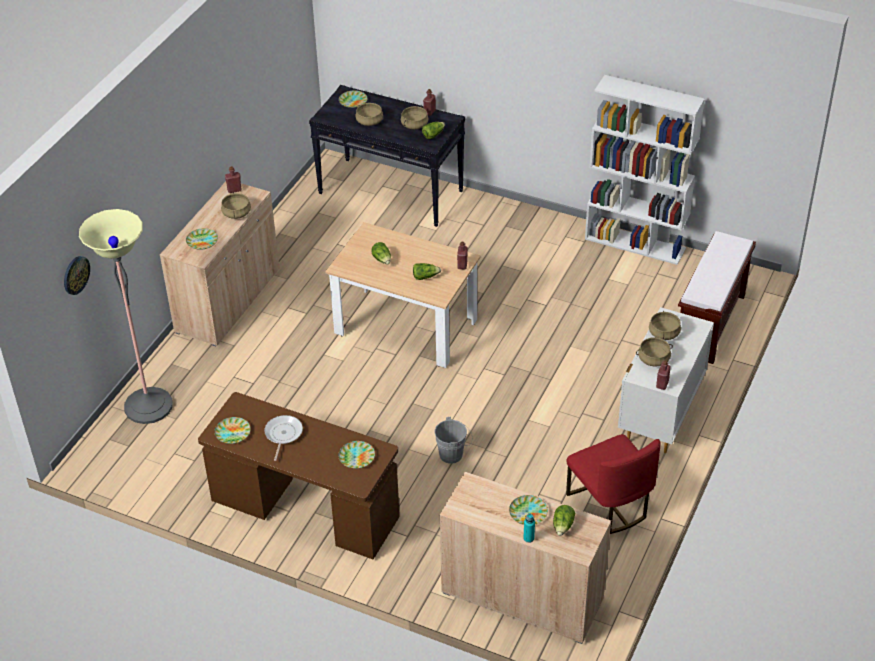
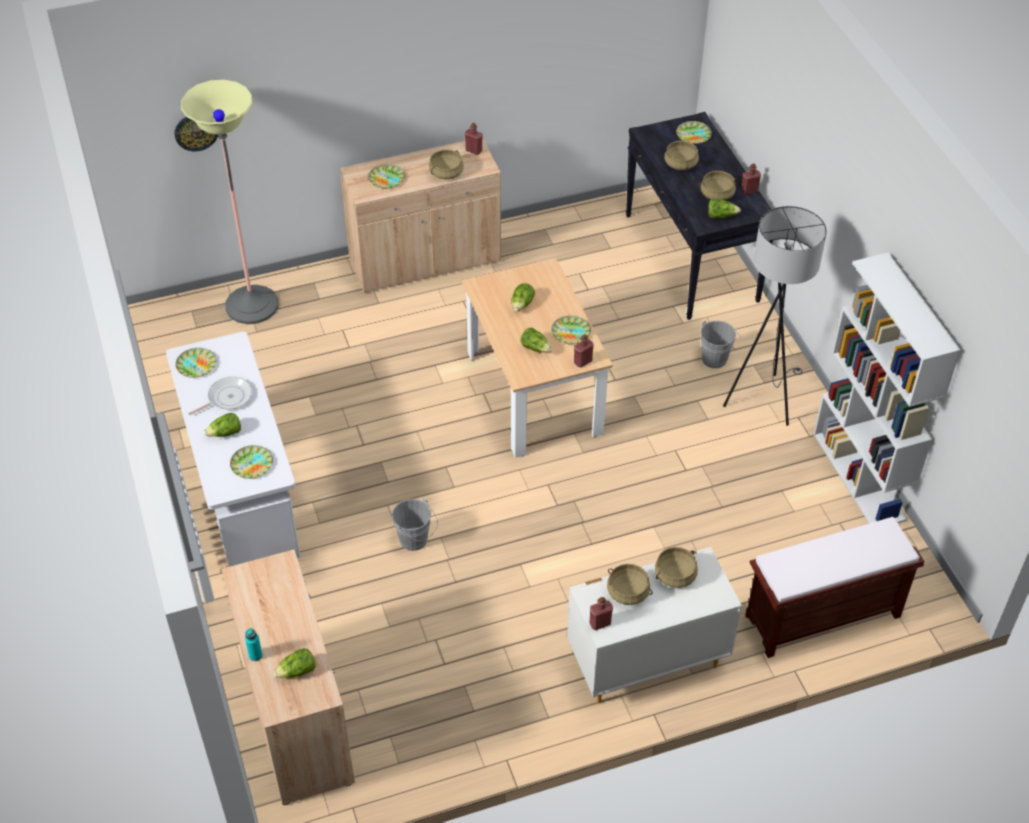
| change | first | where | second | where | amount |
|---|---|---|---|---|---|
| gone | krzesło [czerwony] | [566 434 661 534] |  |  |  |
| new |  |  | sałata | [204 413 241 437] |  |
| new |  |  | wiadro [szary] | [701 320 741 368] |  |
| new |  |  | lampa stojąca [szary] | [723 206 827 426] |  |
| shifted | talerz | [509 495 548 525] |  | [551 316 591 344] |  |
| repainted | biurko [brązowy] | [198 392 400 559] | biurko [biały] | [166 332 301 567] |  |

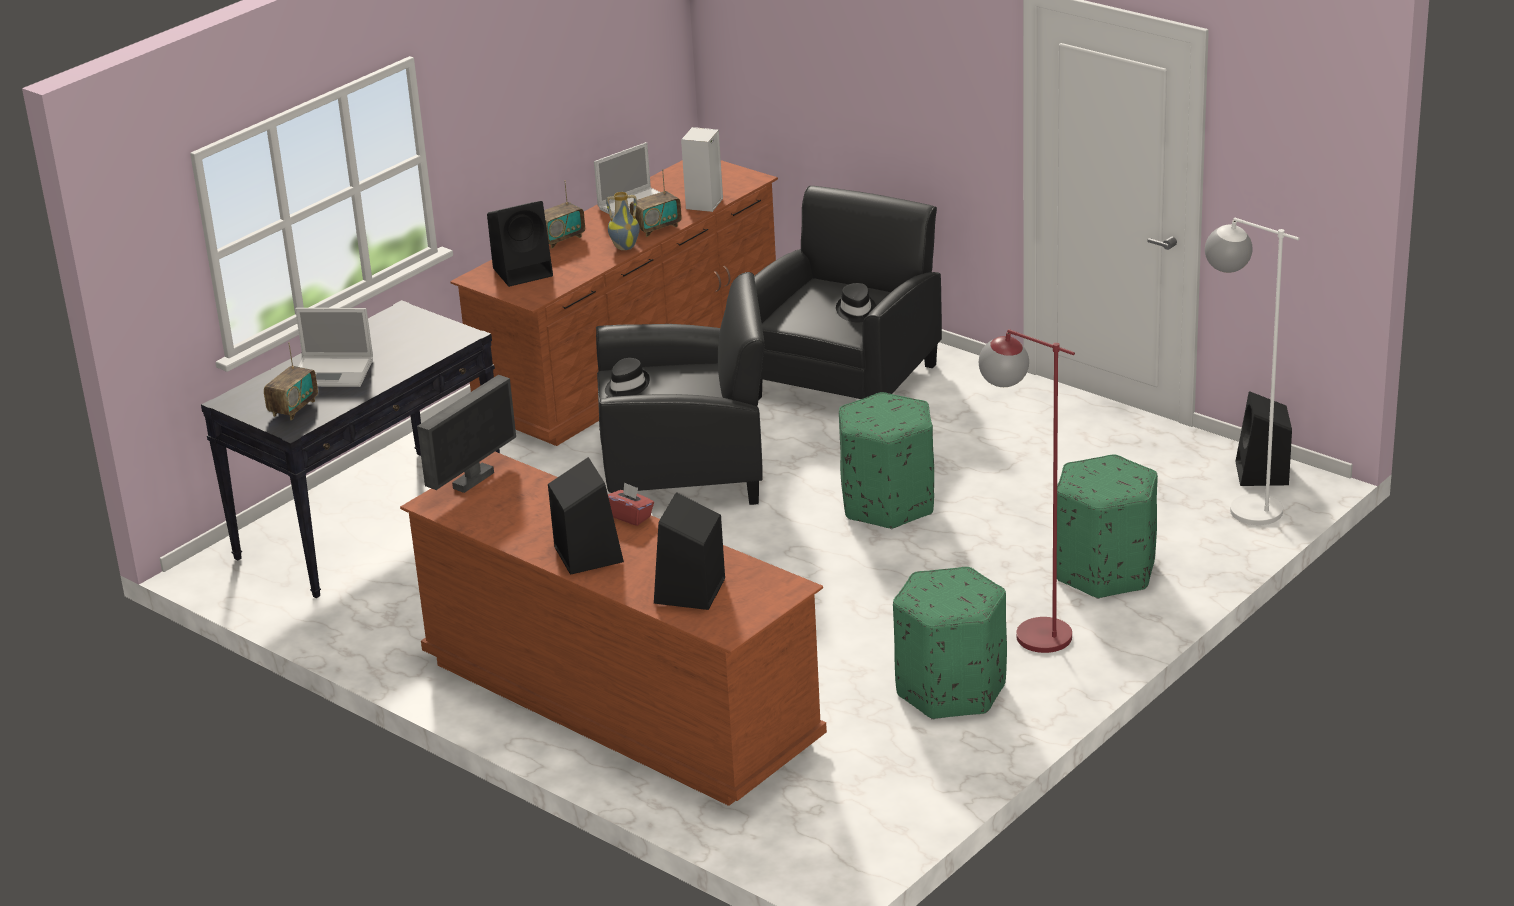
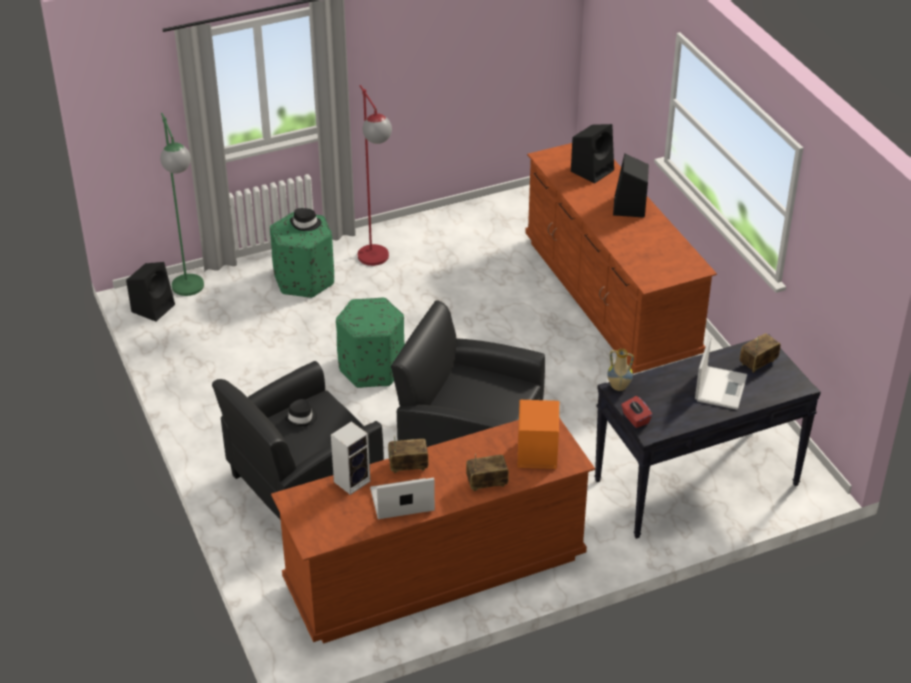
| change | first | where | second | where | amount |
|---|---|---|---|---|---|
| gone | monitor | [417 375 516 493] |  |  |  |
| gone | pufa [zielony] | [893 567 1007 720] |  |  |  |
| shifted | kapelusz [czarny] | [605 358 650 397] |  | [290 208 321 231] |  |
| shifted | wazon | [606 192 640 250] |  | [607 349 634 391] |  |
| shifted | pudełko chusteczek [czerwony] | [608 482 654 526] |  | [621 396 652 428] |  |
| repainted | głośnik [czarny] | [487 201 553 287] | głośnik [pomarańczowy] | [518 400 559 469] |  |
| repainted | lampa stojąca [biały] | [1205 218 1299 525] | lampa stojąca [zielony] | [160 113 204 296] |  |
| rotated | laptop | [295 308 373 387] |  | [695 335 747 410] | 75 degrees clockwise |

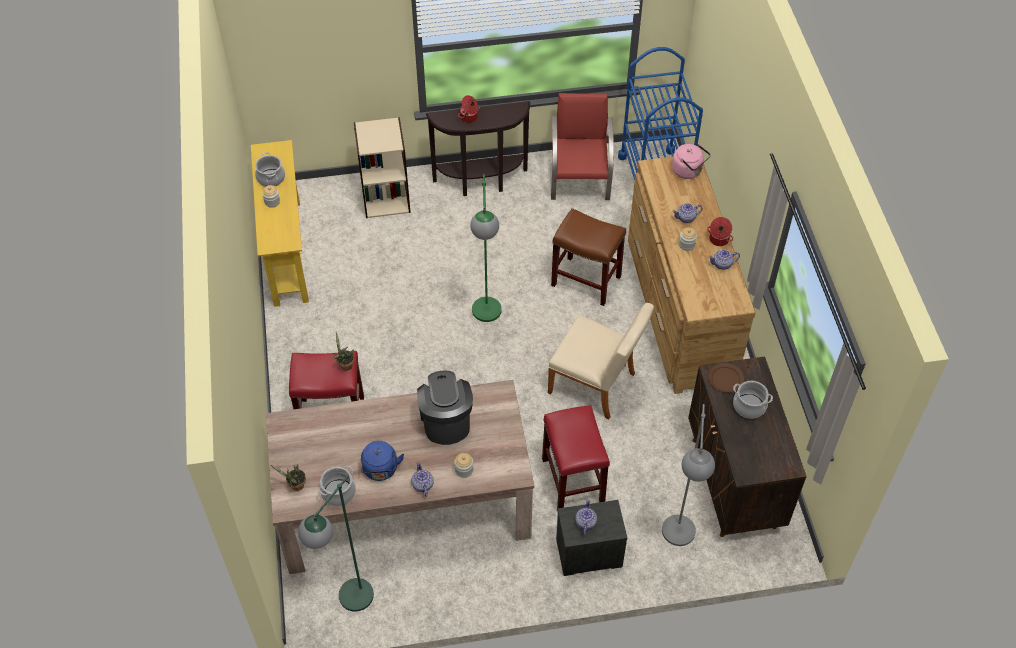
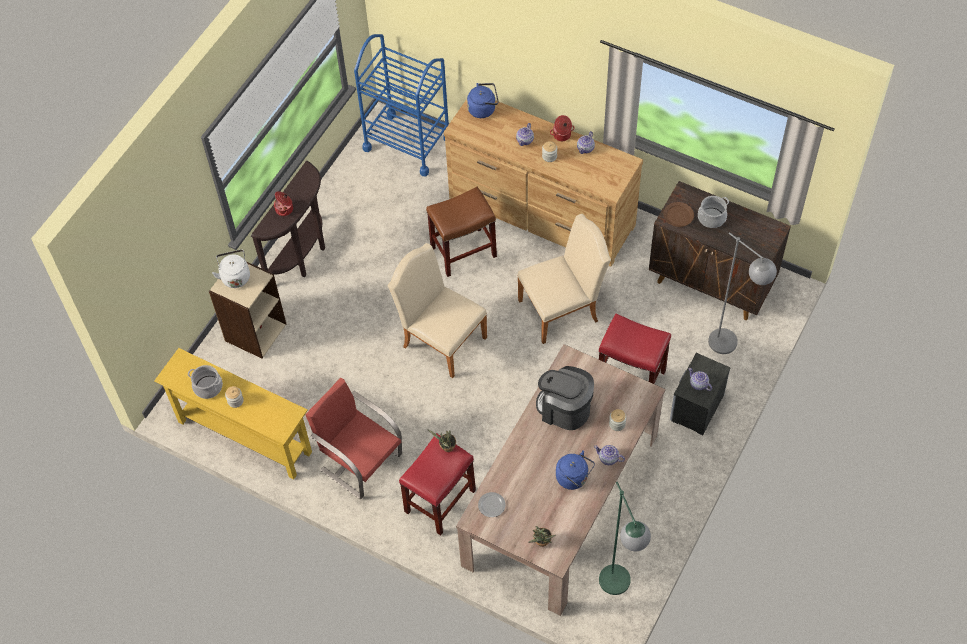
| change | first | where | second | where | amount |
|---|---|---|---|---|---|
| gone | garnek | [318 466 356 506] |  |  |  |
| new |  |  | czajnik [biały] | [212 249 250 288] |  |
| new |  |  | talerz | [478 492 505 517] |  |
| shifted | krzesło [czerwony] | [550 93 614 200] |  | [305 378 402 499] |  |
| swapped | lampa stojąca [zielony] | [470 174 502 322] | krzesło [beżowy] | [388 243 487 378] |  |
| repainted | czajnik [różowy] | [672 144 711 179] | czajnik [niebieski] | [467 83 499 118] |  |

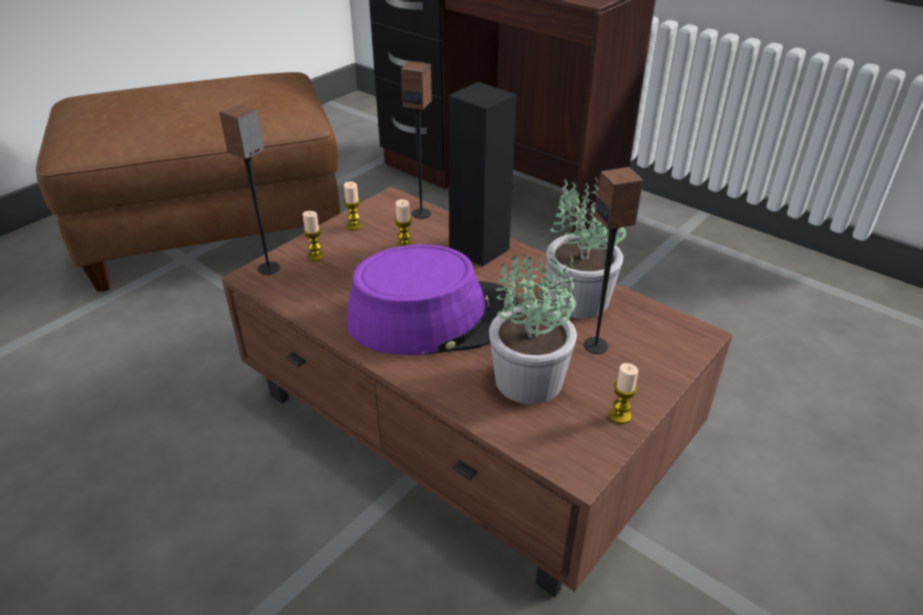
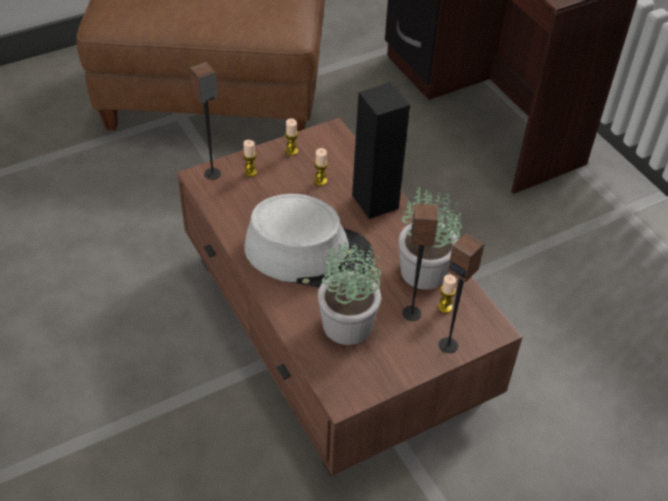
| change | first | where | second | where | amount |
|---|---|---|---|---|---|
| shifted | głośnik | [401 61 432 219] |  | [439 233 484 353] |  |
| shifted | świeca | [609 363 638 424] |  | [438 274 456 313] |  |
| repainted | kapelusz [fioletowy] | [346 244 518 355] | kapelusz [szary] | [244 194 374 287] |  |

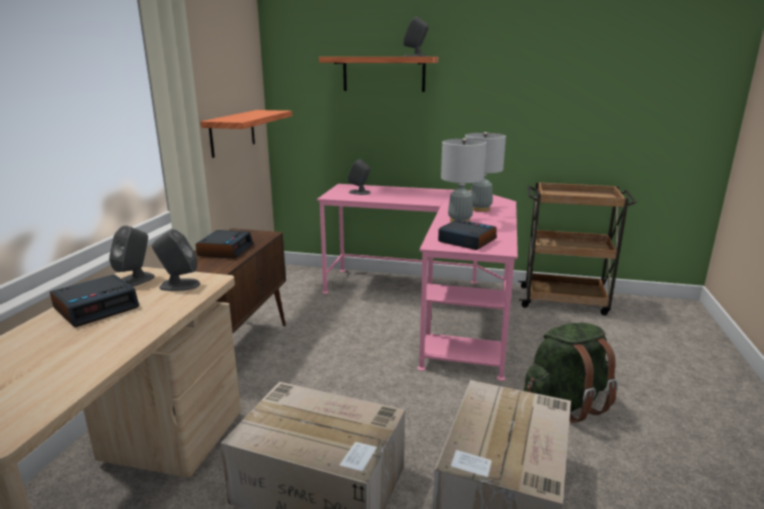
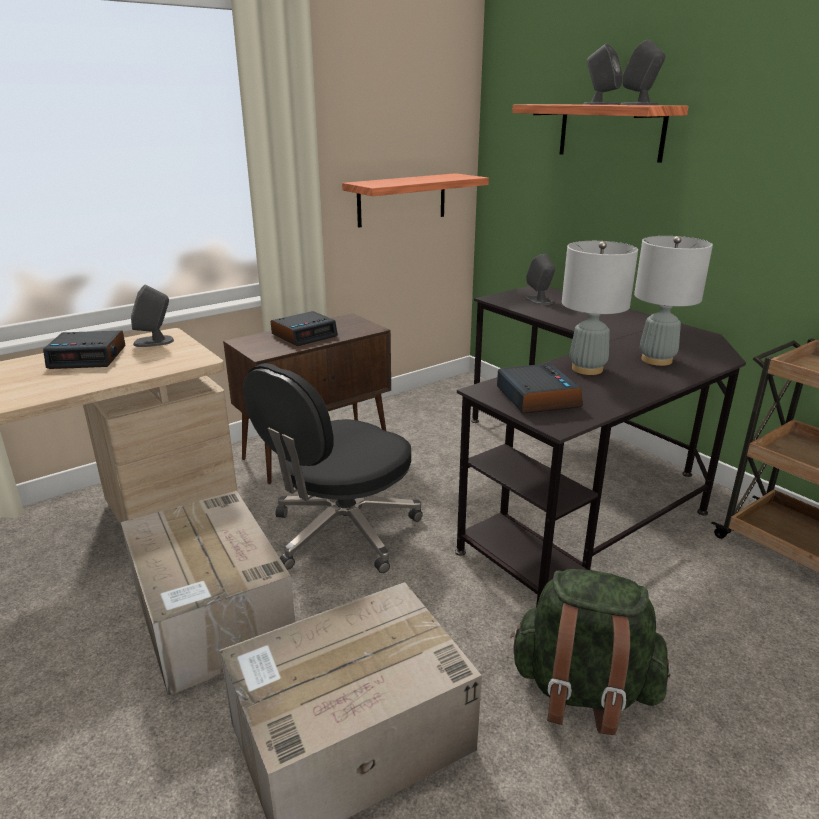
| change | first | where | second | where | amount |
|---|---|---|---|---|---|
| new |  |  | krzesło biurowe [czarny] | [243 363 423 573] |  |
| shifted | głośnik [szary] | [152 229 200 291] |  | [583 44 623 105] |  |
| repainted | biurko [różowy] | [317 184 518 381] | biurko [czarny] | [455 286 746 607] |  |

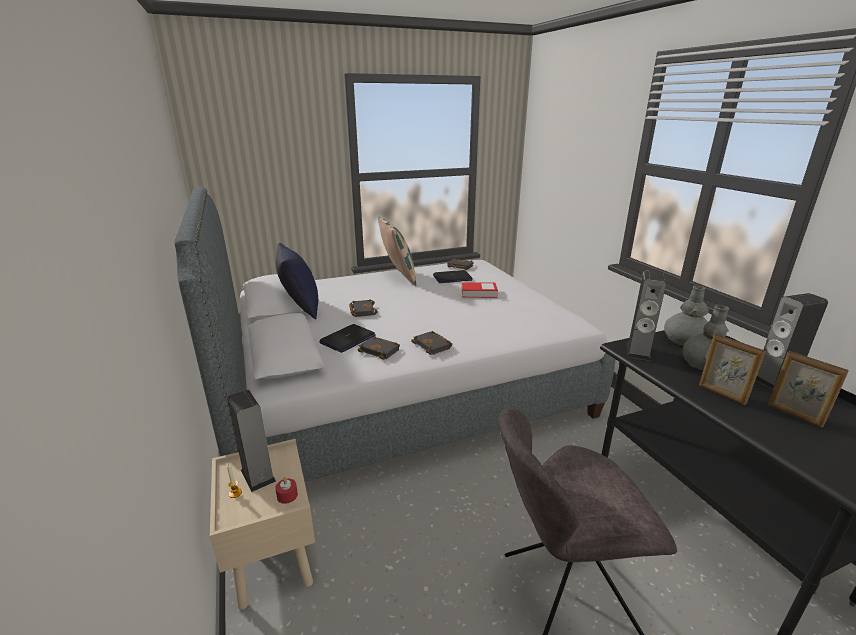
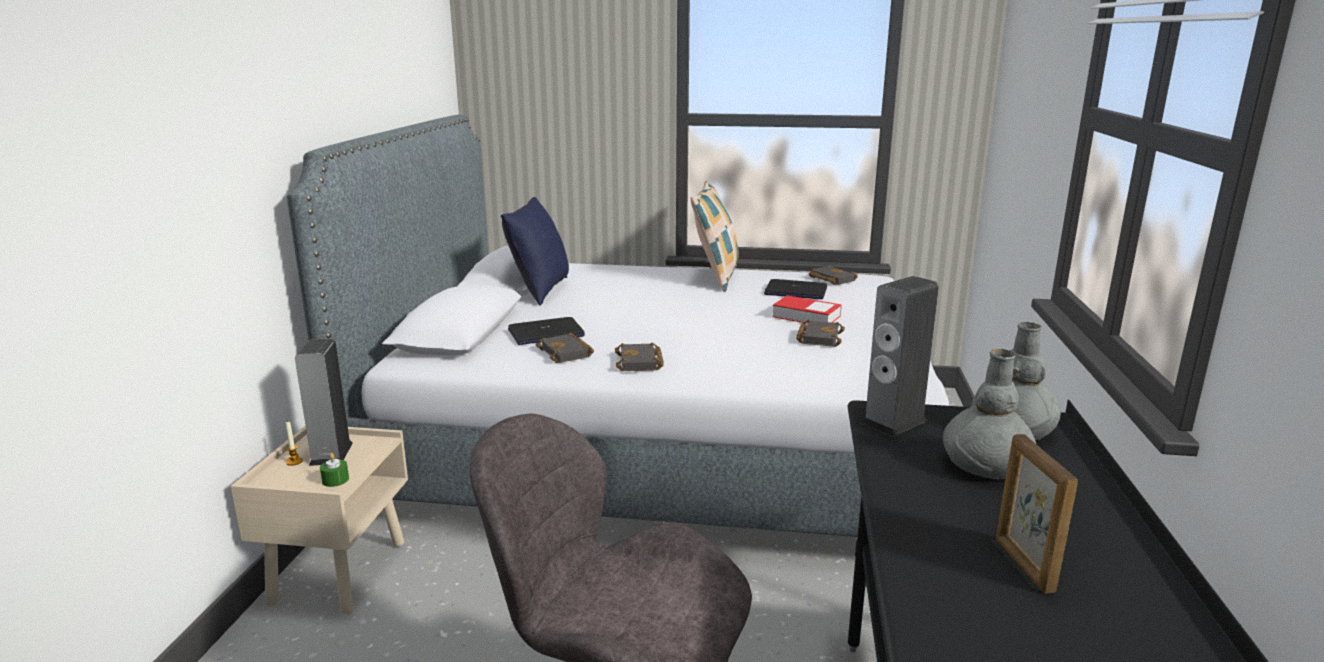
| change | first | where | second | where | amount |
|---|---|---|---|---|---|
| gone | ramka na zdjęcie | [699 334 765 405] |  |  |  |
| gone | głośnik | [756 293 828 390] |  |  |  |
| shifted | książka [czarny] | [349 299 378 317] |  | [796 319 845 347] |  |
| repainted | świeca [czerwony] | [275 477 298 504] | świeca [zielony] | [320 453 349 487] |  |

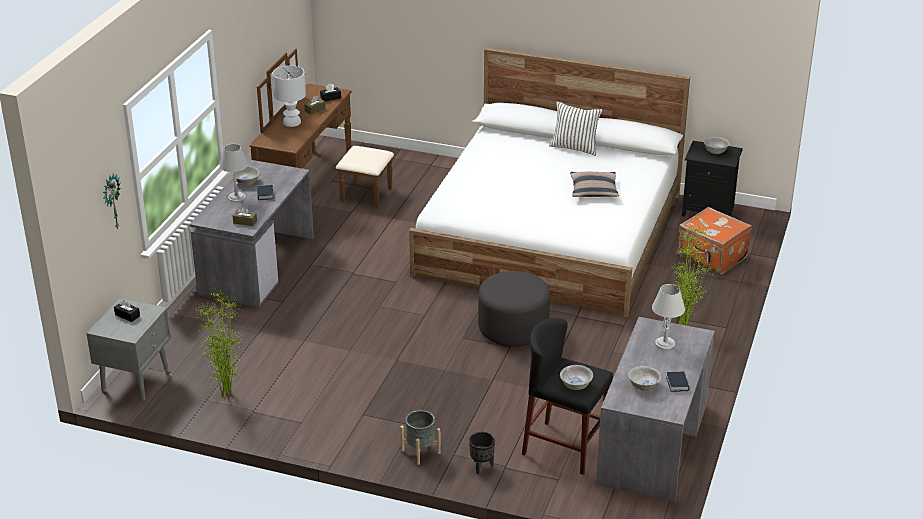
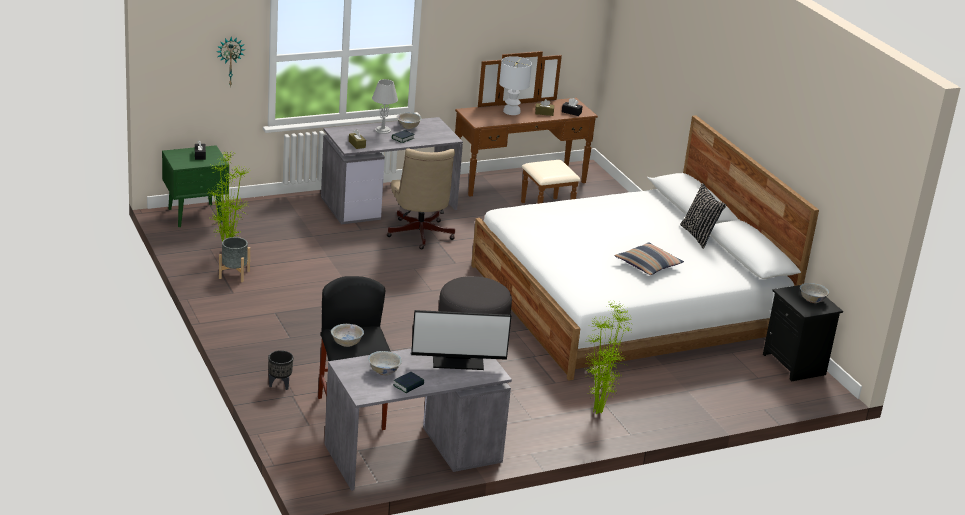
| change | first | where | second | where | amount |
|---|---|---|---|---|---|
| gone | walizka [pomarańczowy] | [678 207 752 275] |  |  |  |
| new |  |  | krzesło biurowe [beżowy] | [387 148 455 249] |  |
| shifted | donica [szary] | [400 410 441 465] |  | [219 237 250 282] |  |
| swapped | lampa stołowa [szary] | [652 284 685 350] | monitor | [411 310 511 370] |  |
| repainted | szafka nocna [szary] | [86 298 171 400] | szafka nocna [zielony] | [162 145 229 227] |  |
| repainted | poduszka [biały] | [549 101 603 156] | poduszka [czarny] | [680 183 726 249] |  |

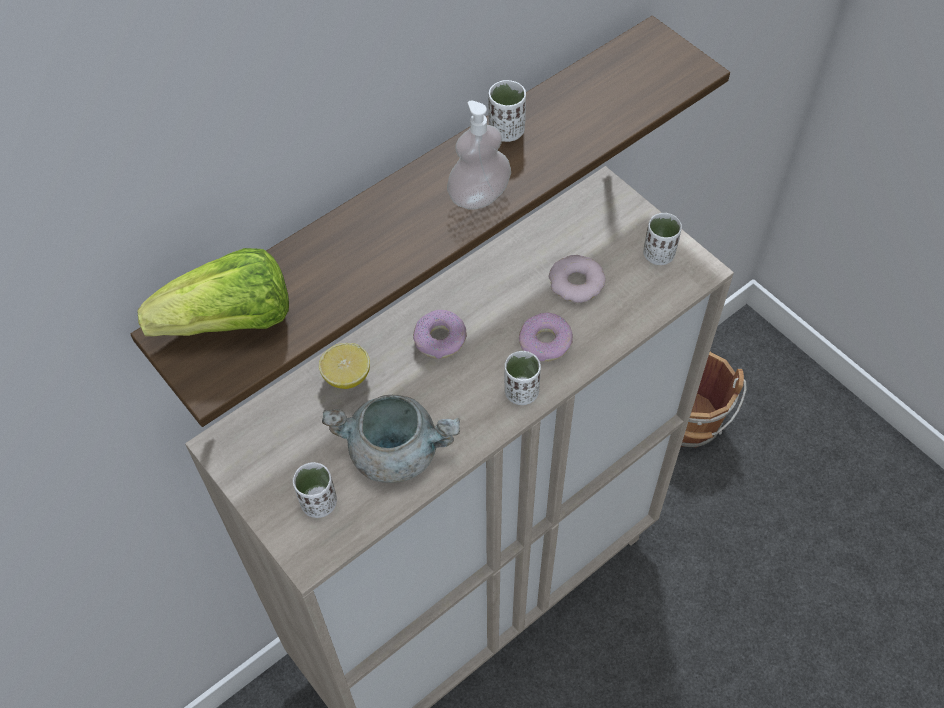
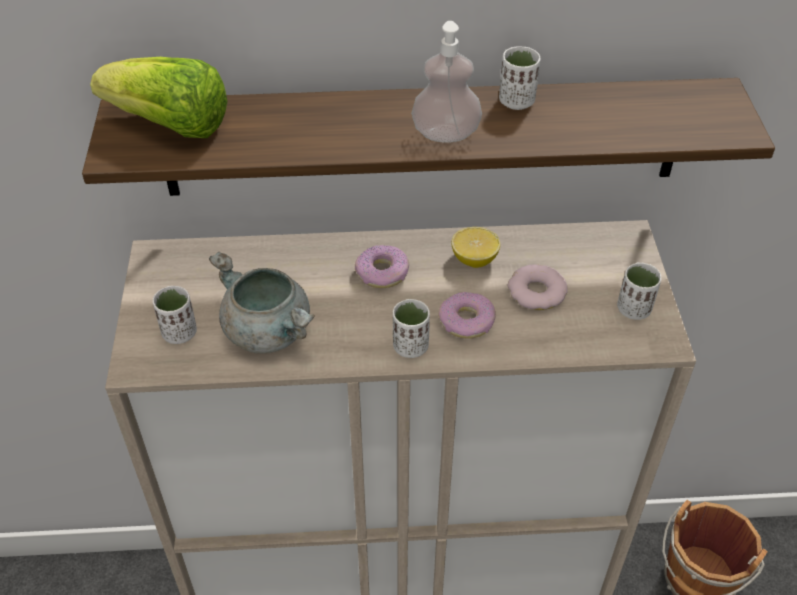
| change | first | where | second | where | amount |
|---|---|---|---|---|---|
| shifted | cytryna | [319 343 370 389] |  | [451 227 500 268] |  |

